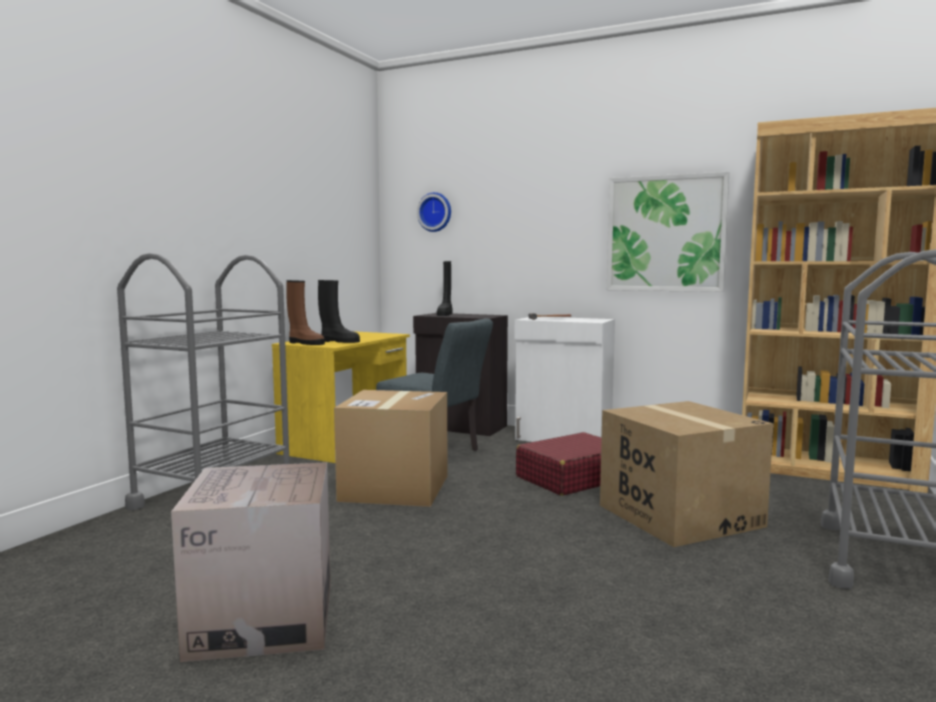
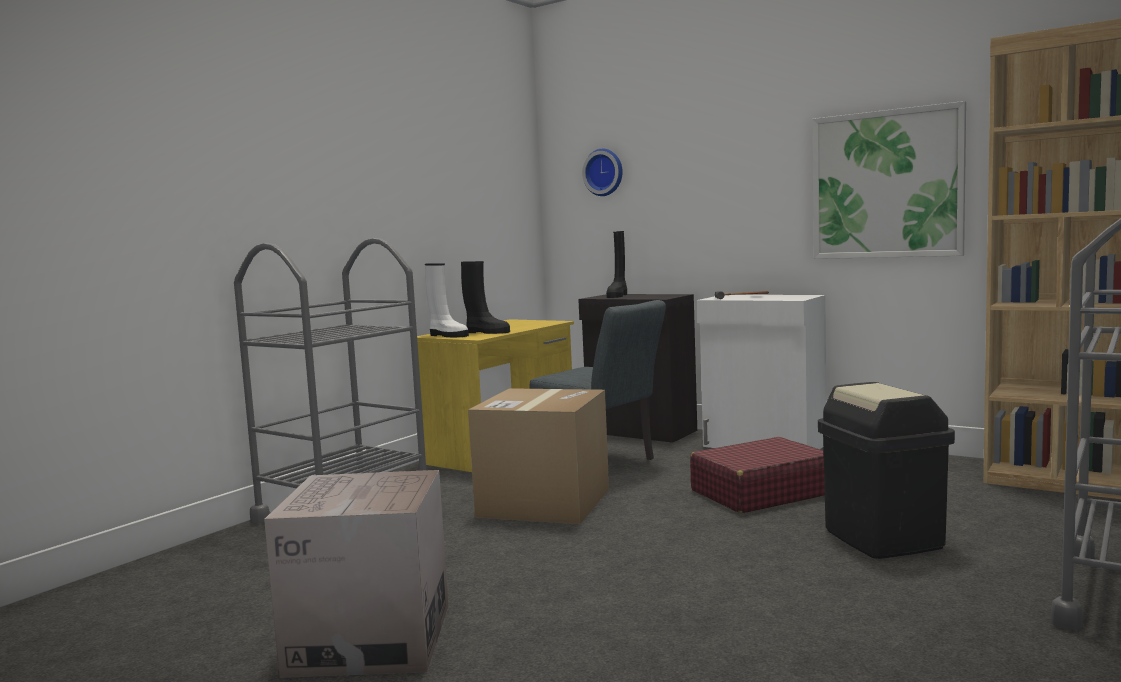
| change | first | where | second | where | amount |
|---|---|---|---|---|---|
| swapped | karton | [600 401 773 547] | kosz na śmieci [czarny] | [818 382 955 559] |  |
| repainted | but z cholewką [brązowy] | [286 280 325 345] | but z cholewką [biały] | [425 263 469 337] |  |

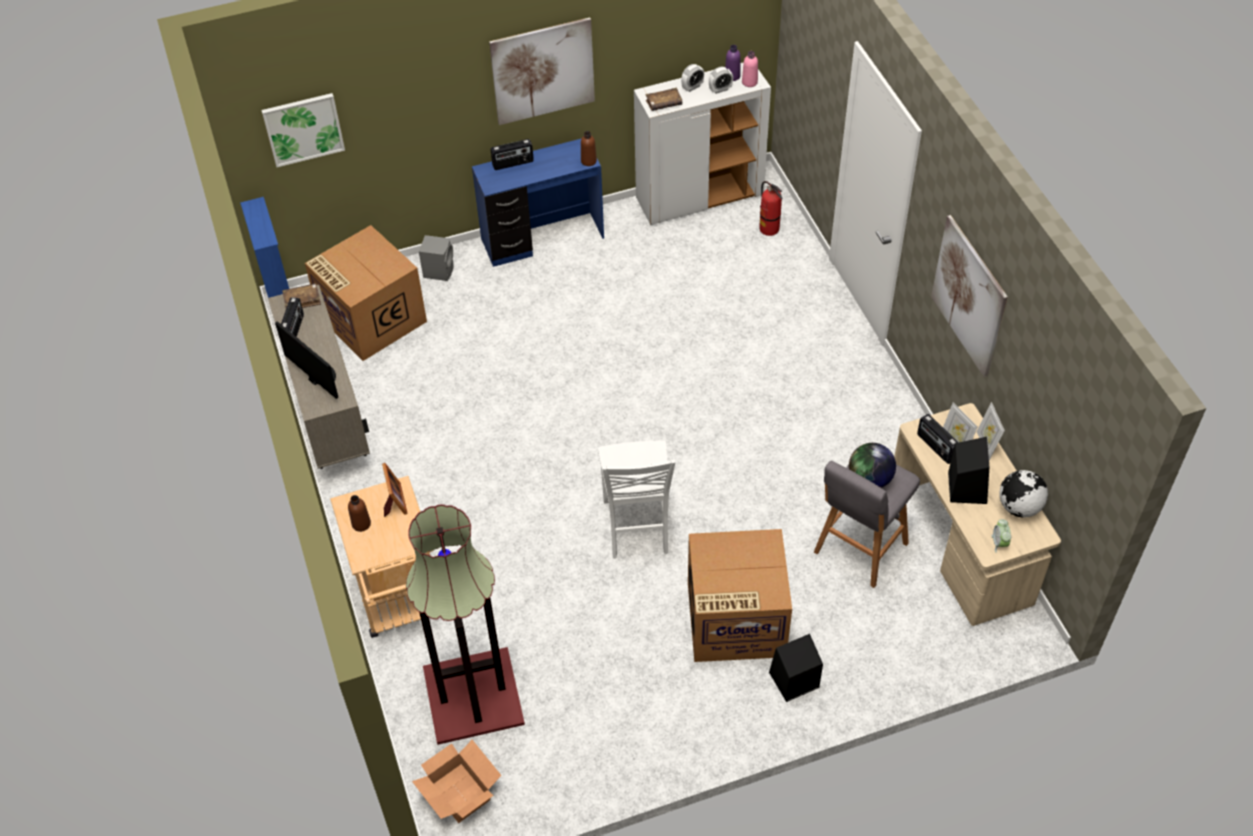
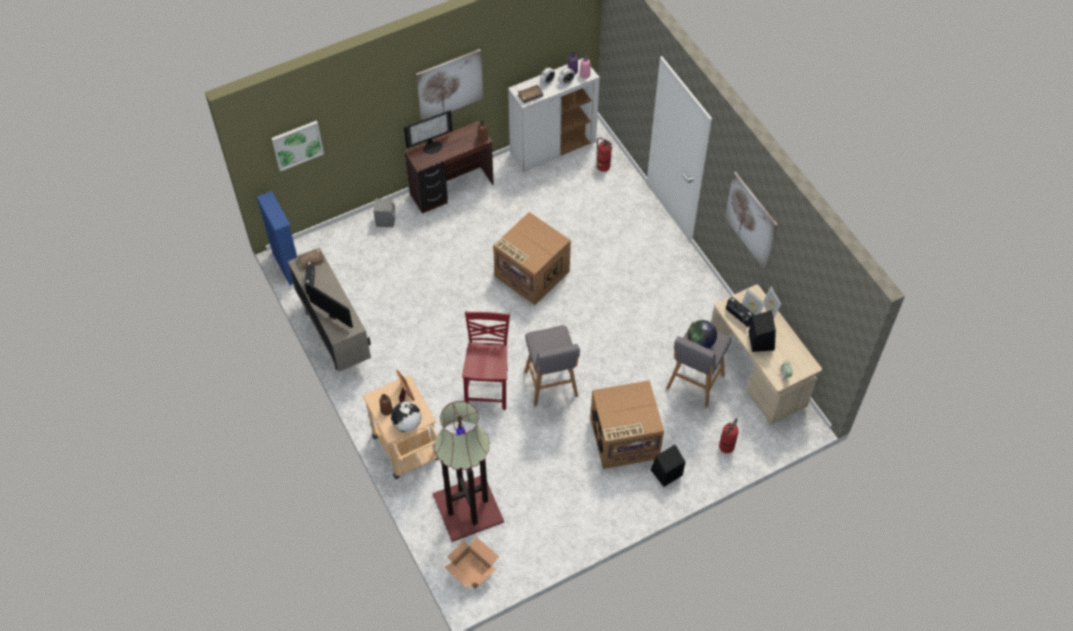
| change | first | where | second | where | amount |
|---|---|---|---|---|---|
| new |  |  | krzesło [czerwony] | [462 311 510 410] |  |
| new |  |  | gaśnica | [719 418 738 453] |  |
| shifted | karton | [305 225 427 361] |  | [493 212 571 305] |  |
| shifted | globus | [999 470 1048 517] |  | [391 402 421 432] |  |
| swapped | radio | [491 139 534 170] | monitor | [404 110 452 154] |  |
| swapped | krzesło [biały] | [598 441 675 559] | stołek [szary] | [524 325 580 406] |  |
| repainted | biurko [niebieski] | [472 138 604 267] | biurko [brązowy] | [405 121 494 214] |  |

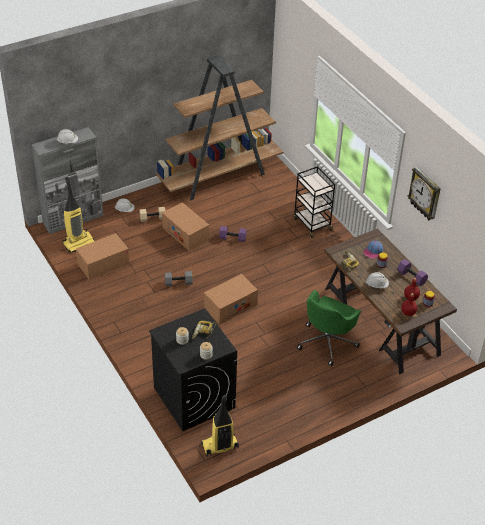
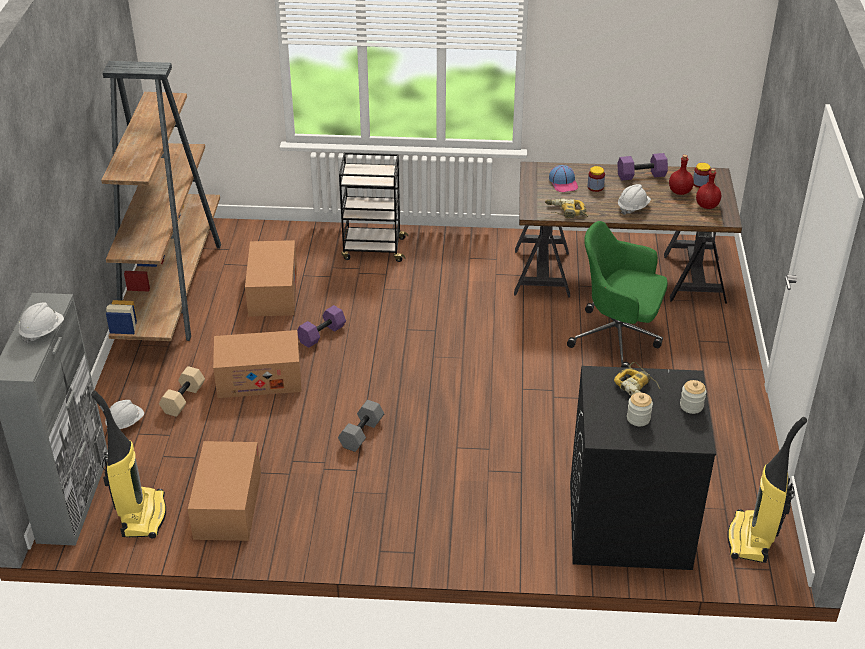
| change | first | where | second | where | amount |
|---|---|---|---|---|---|
| gone | zegar ścienny | [407 166 441 221] |  |  |  |
| shifted | karton | [204 274 258 325] |  | [245 240 297 317] |  |
| rotated | krzesło biurowe [zielony] | [297 290 361 366] |  | [567 221 668 368] | 135 degrees clockwise |

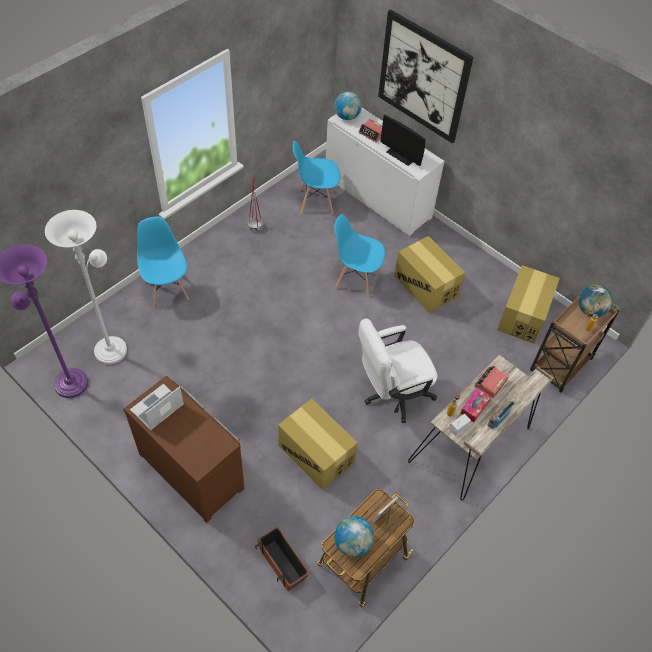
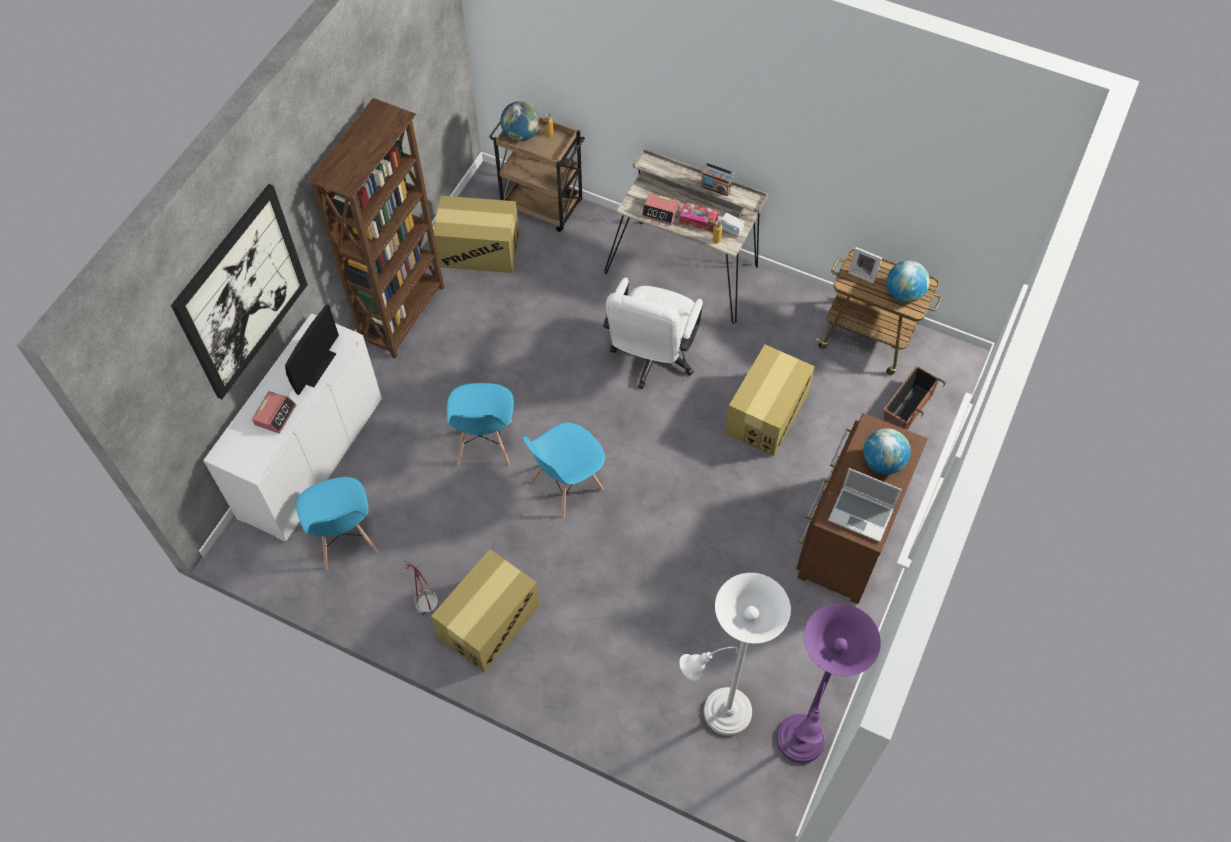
| change | first | where | second | where | amount |
|---|---|---|---|---|---|
| new |  |  | regał [brązowy] | [308 98 444 359] |  |
| shifted | krzesło [niebieski] | [137 216 189 308] |  | [523 422 605 518] |  |
| shifted | globus | [334 91 362 120] |  | [863 428 911 475] |  |
| shifted | karton | [394 236 465 313] |  | [431 549 540 672] |  |
| rotated | krzesło biurowe [biały] | [358 318 437 423] |  | [603 277 703 389] | 60 degrees clockwise |

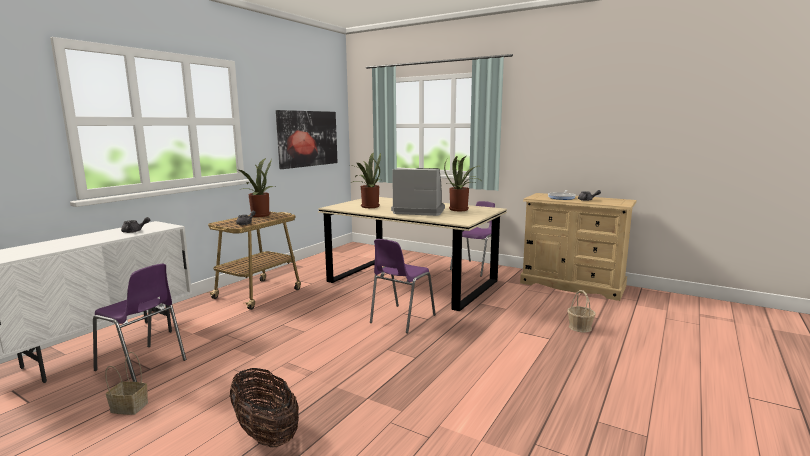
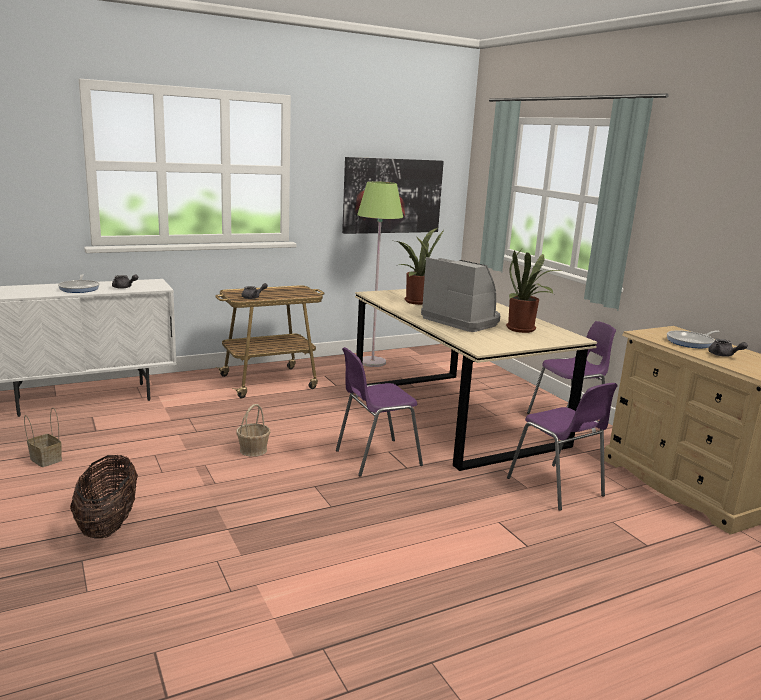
| change | first | where | second | where | amount |
|---|---|---|---|---|---|
| gone | roślina doniczkowa | [239 158 274 217] |  |  |  |
| new |  |  | patelnia | [58 275 99 293] |  |
| new |  |  | lampa stojąca [zielony] | [357 181 403 367] |  |
| shifted | krzesło [fioletowy] | [93 264 186 382] |  | [507 383 618 511] |  |
| shifted | koszyk | [567 290 596 332] |  | [236 404 270 457] |  |

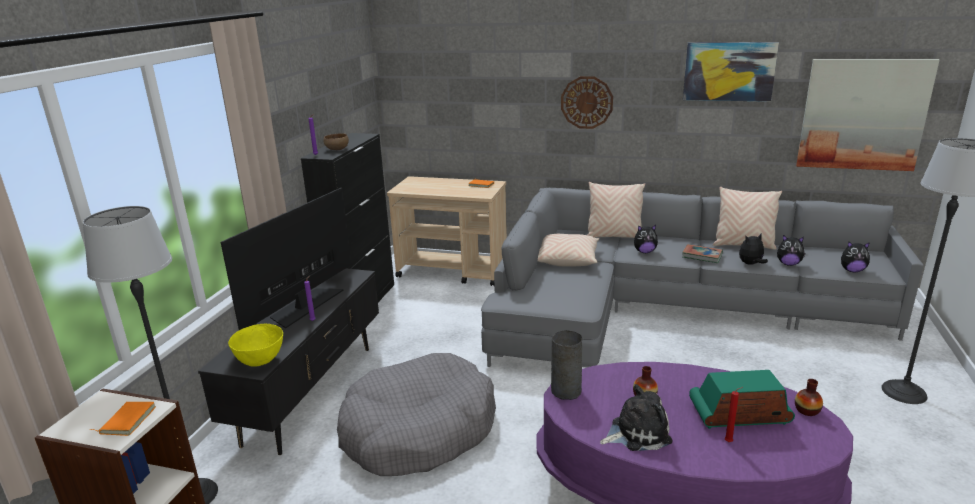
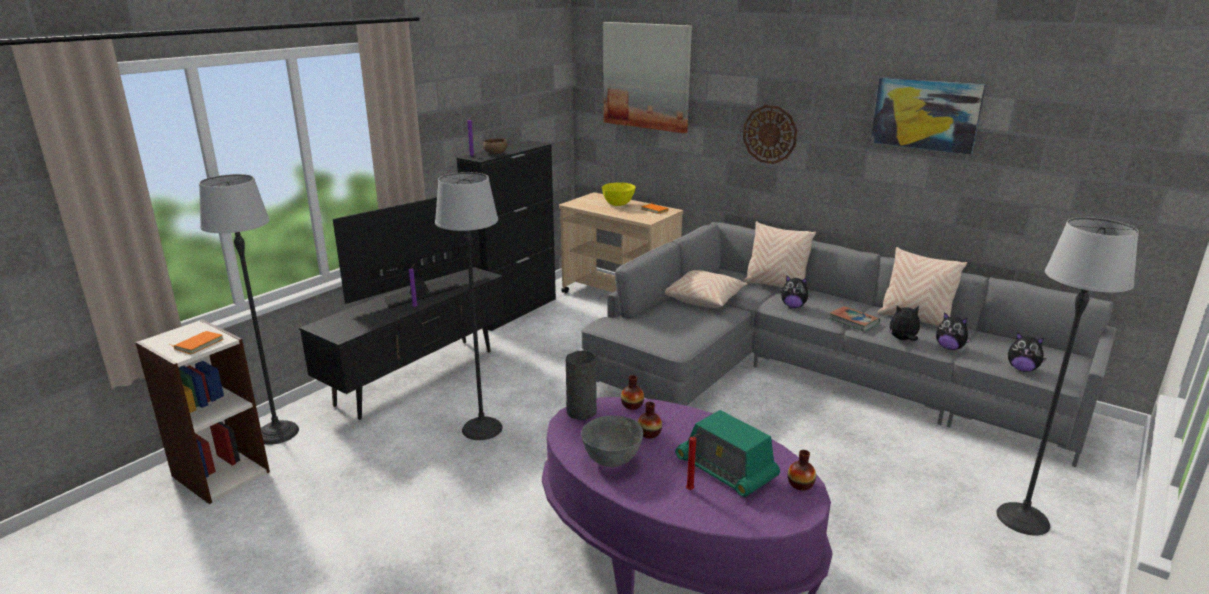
| change | first | where | second | where | amount |
|---|---|---|---|---|---|
| new |  |  | wazon | [621 375 644 410] |  |
| shifted | miska [żółty] | [228 324 283 367] |  | [602 182 636 206] |  |
| shifted | obraz | [796 59 940 171] |  | [604 22 692 133] |  |
| swapped | legowisko [szary] | [337 353 496 476] | lampa stojąca | [435 172 503 440] |  |
| swapped | pluszak | [600 384 672 451] | miska [szary] | [581 416 643 467] |  |
| rotated | radio | [689 370 795 429] |  | [675 410 780 497] | 150 degrees counterclockwise |

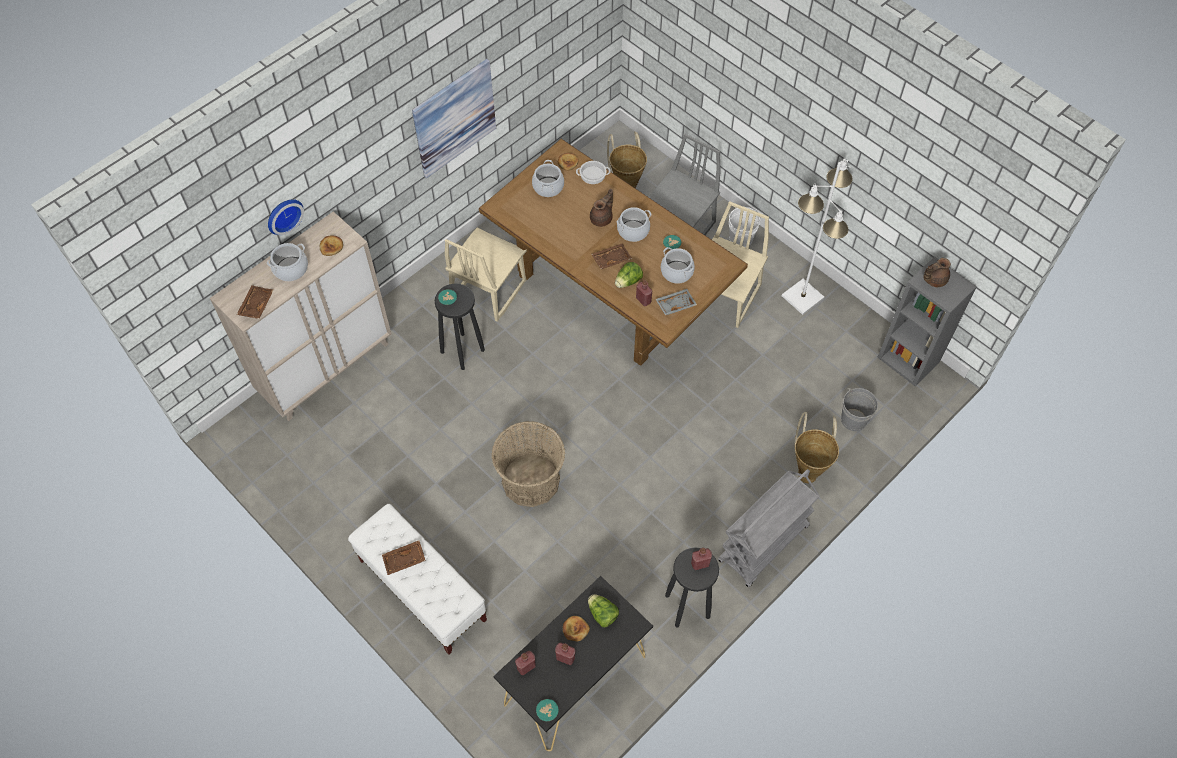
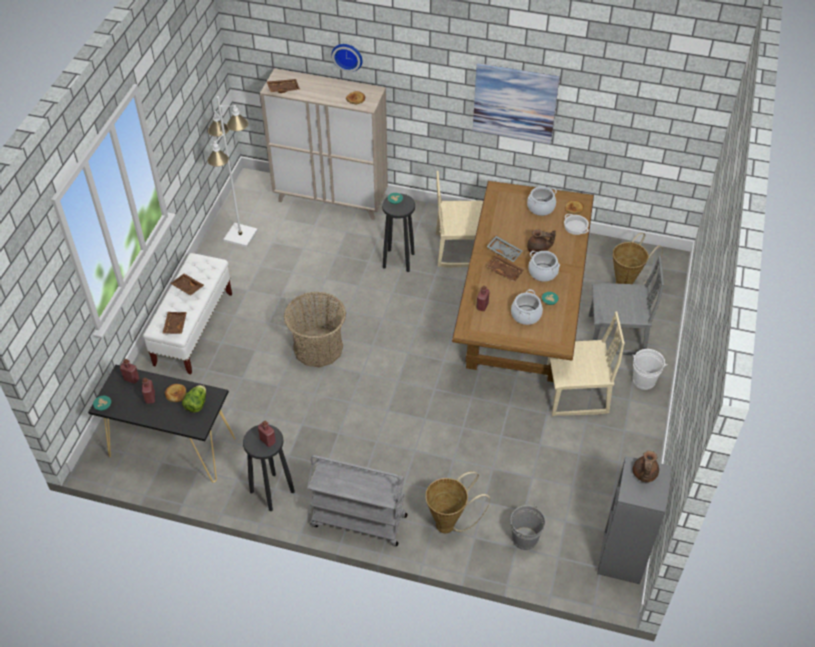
| change | first | where | second | where | amount |
|---|---|---|---|---|---|
| gone | garnek | [267 243 308 281] |  |  |  |
| gone | sałata | [615 262 643 288] |  |  |  |
| new |  |  | taca [brązowy] | [162 312 187 334] |  |
| shifted | taca [szary] | [655 289 697 316] |  | [487 236 523 262] |  |
| shifted | lampa stojąca [biały] | [782 158 853 315] |  | [207 96 258 247] |  |
| rotated | imbryk [brązowy] | [923 258 951 287] |  | [633 451 659 482] | 105 degrees counterclockwise |

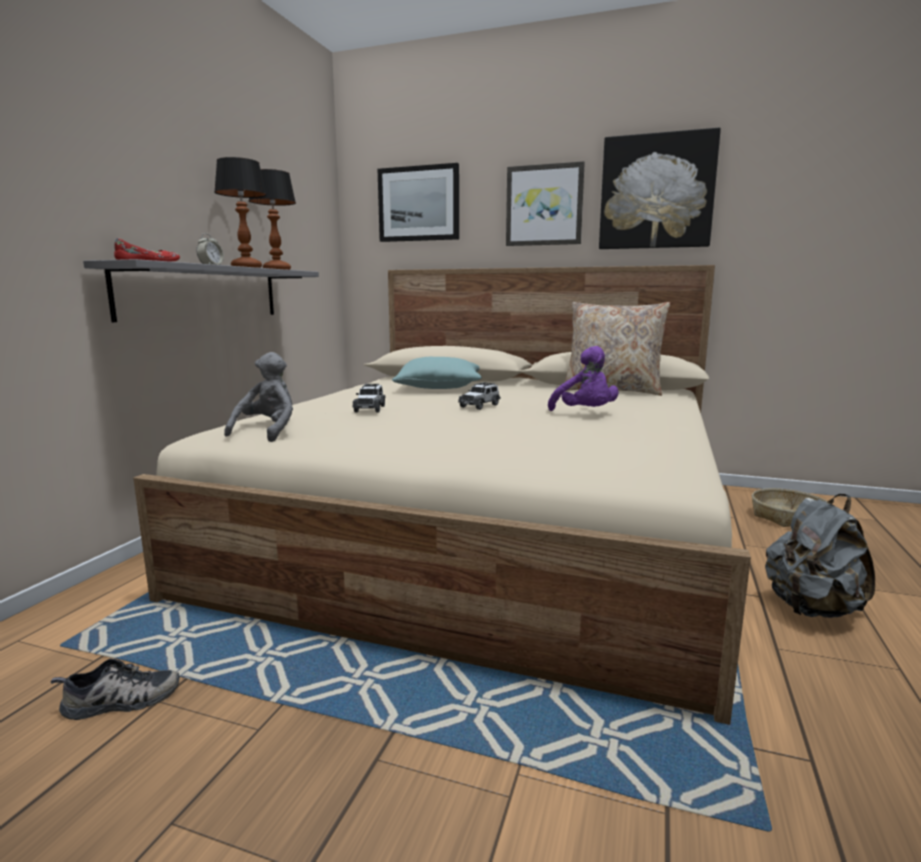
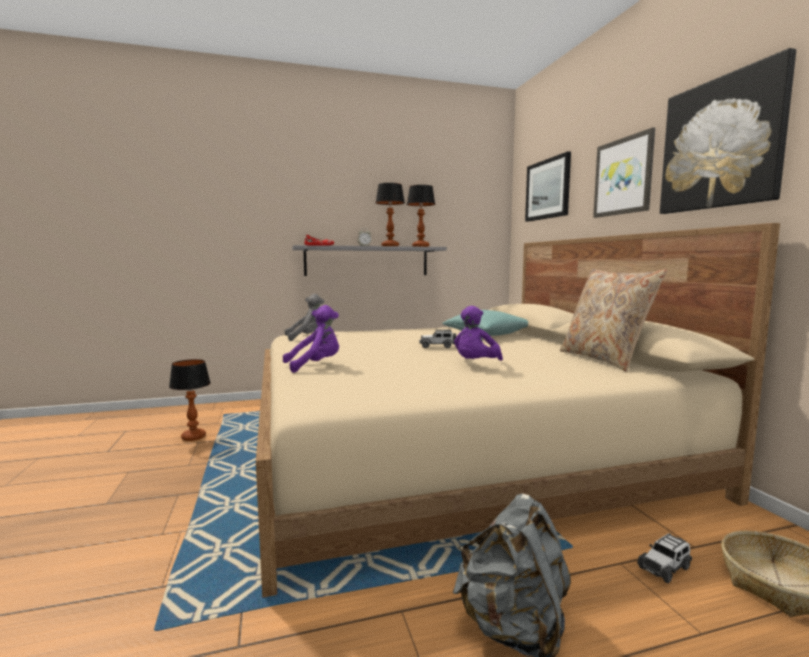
| change | first | where | second | where | amount |
|---|---|---|---|---|---|
| new |  |  | pluszak [fioletowy] | [283 305 339 373] |  |
| shifted | samochodzik | [353 383 385 413] |  | [637 533 692 583] |  |
| swapped | but | [50 658 180 720] | lampa stołowa | [169 359 211 441] |  |

